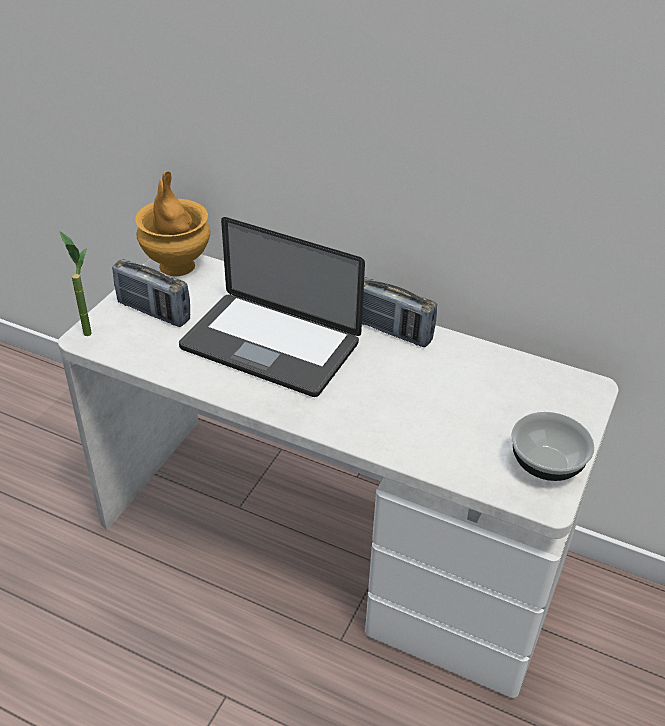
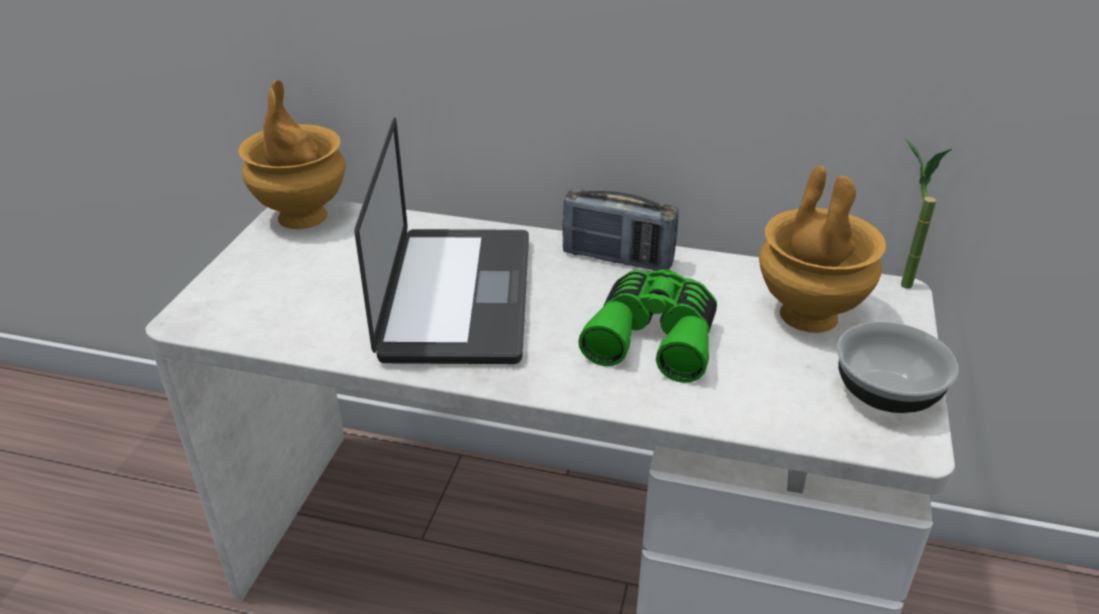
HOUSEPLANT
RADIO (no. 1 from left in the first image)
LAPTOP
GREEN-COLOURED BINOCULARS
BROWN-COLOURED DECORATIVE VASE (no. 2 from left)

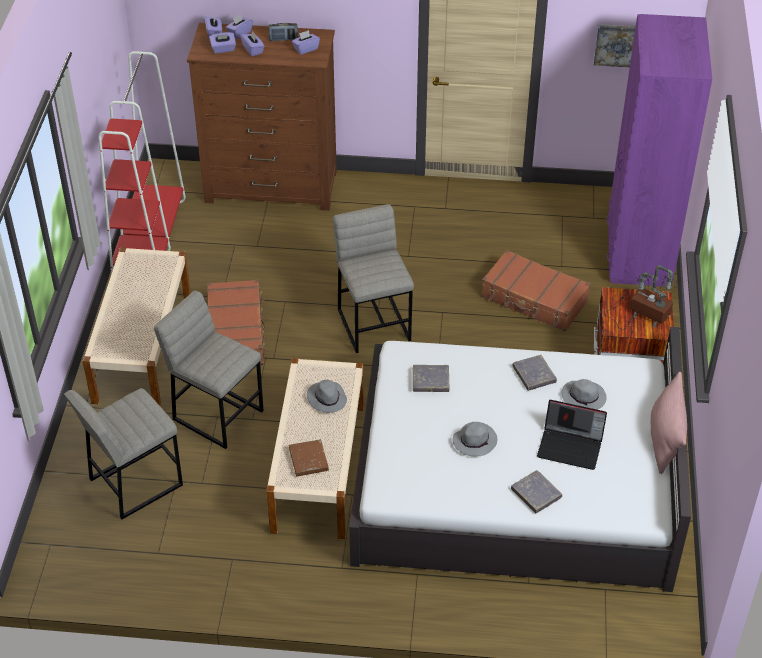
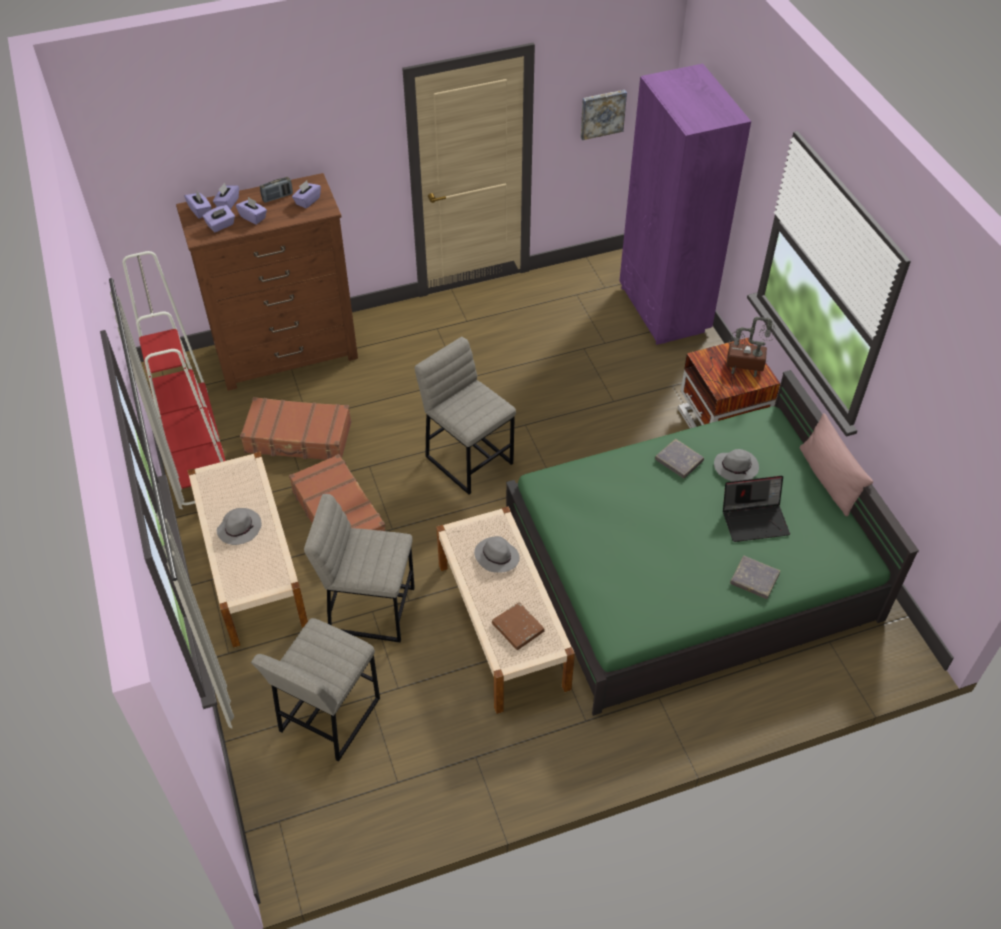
GREEN-COLOURED BEDROOM BED
GREY VOLUME (no. 1 from left in the first image)
GREY WEARABLE HAT (no. 1 from left)
BROWN-COLOURED TRAVEL CASE (no. 1 from left)

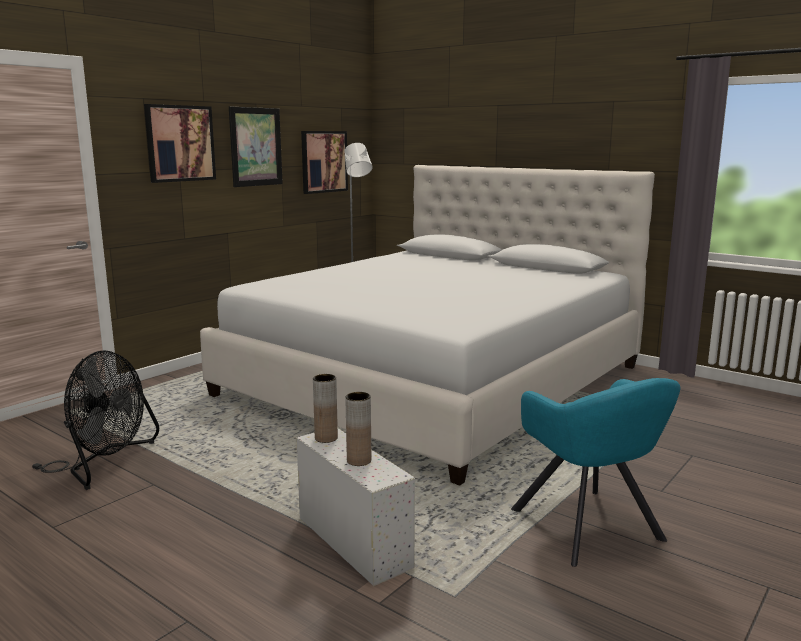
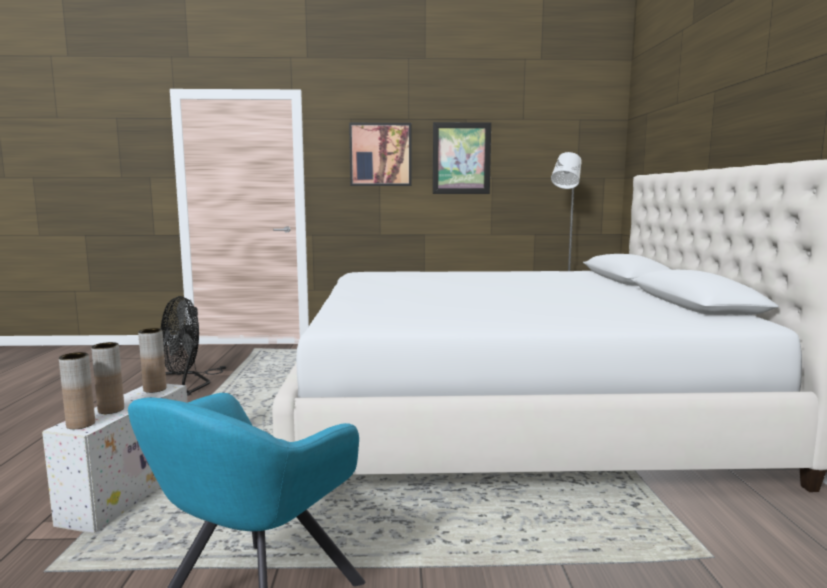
BLACK-COLOURED FAN
PICTURE (no. 3 from left in the first image)
BROWN-COLOURED DECORATIVE VASE (no. 1 from left)

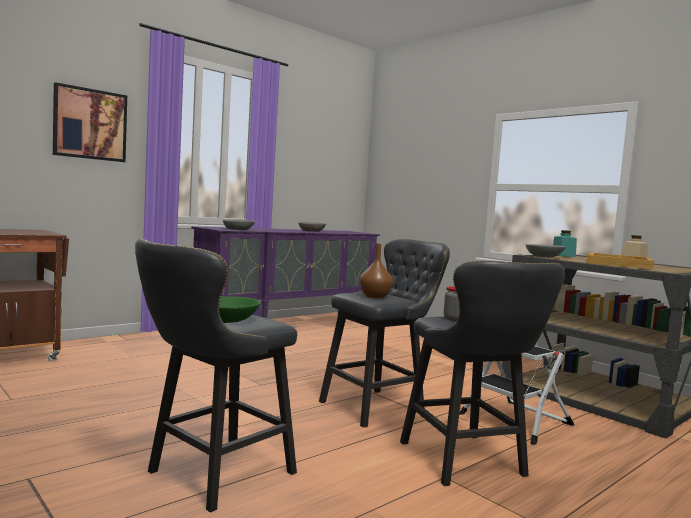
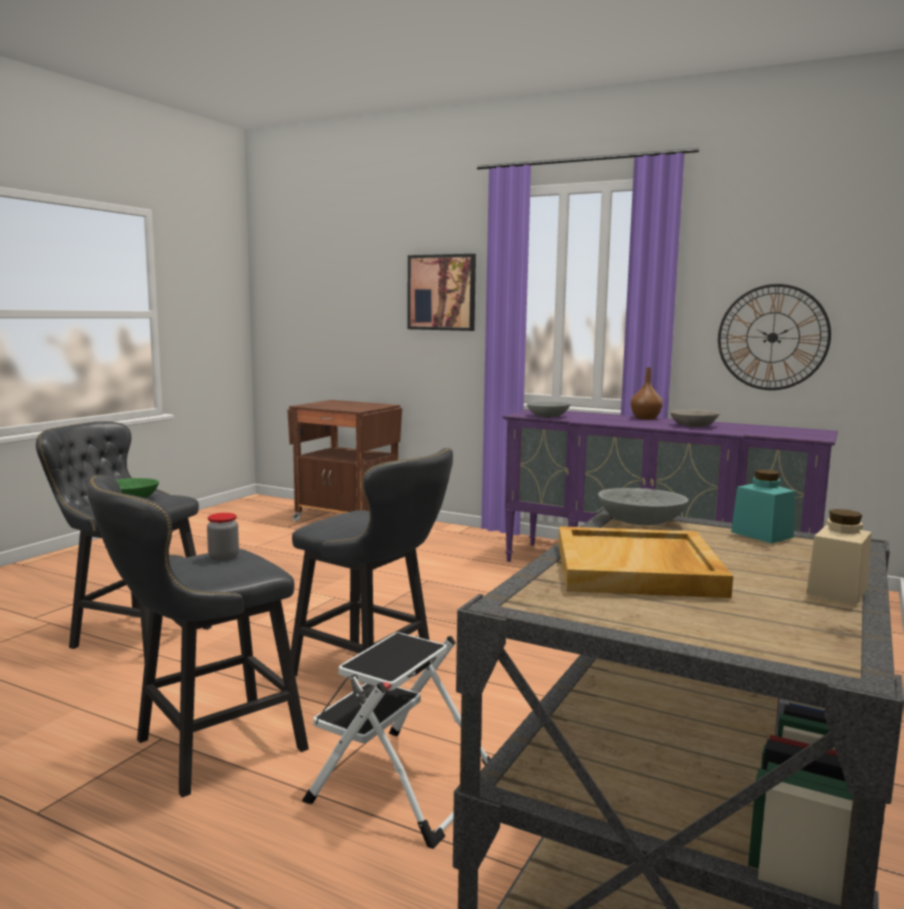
BROWN-COLOURED DECORATIVE VASE
WALL CLOCK

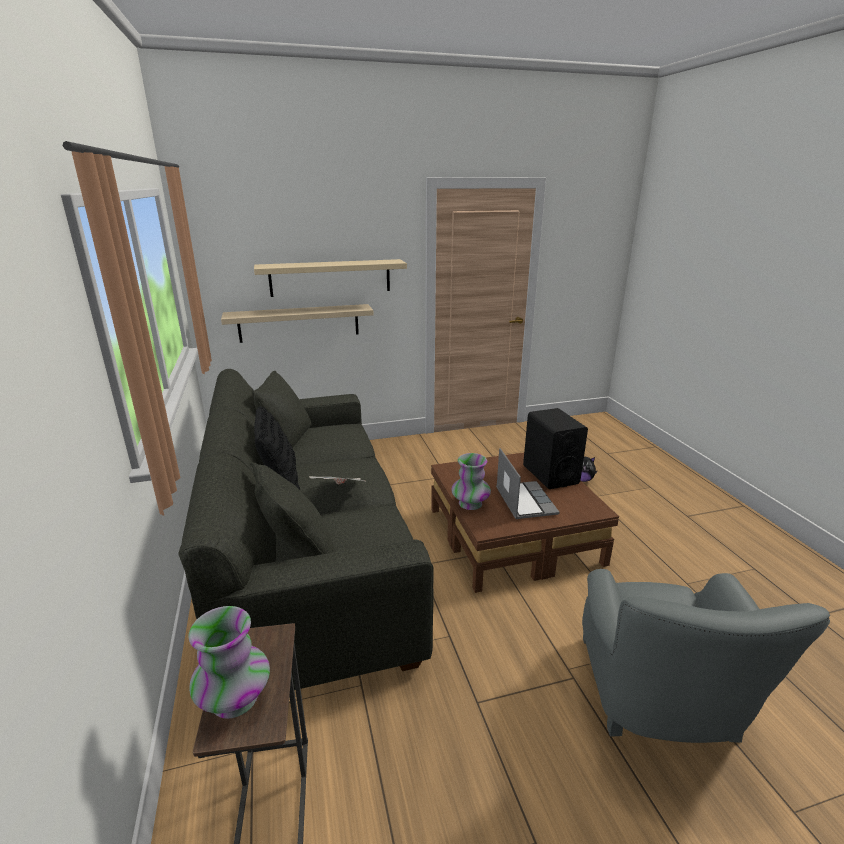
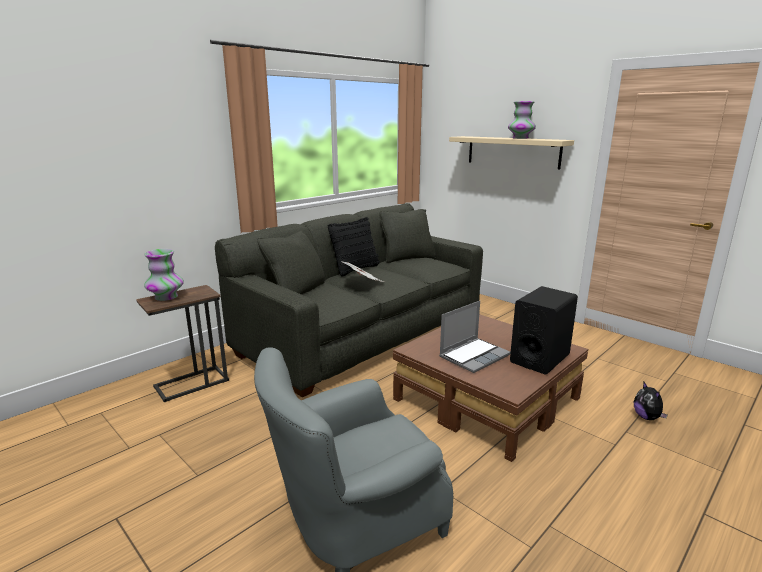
BEIGE SHELF (no. 1 from left in the first image)
DECORATIVE VASE (no. 2 from left)

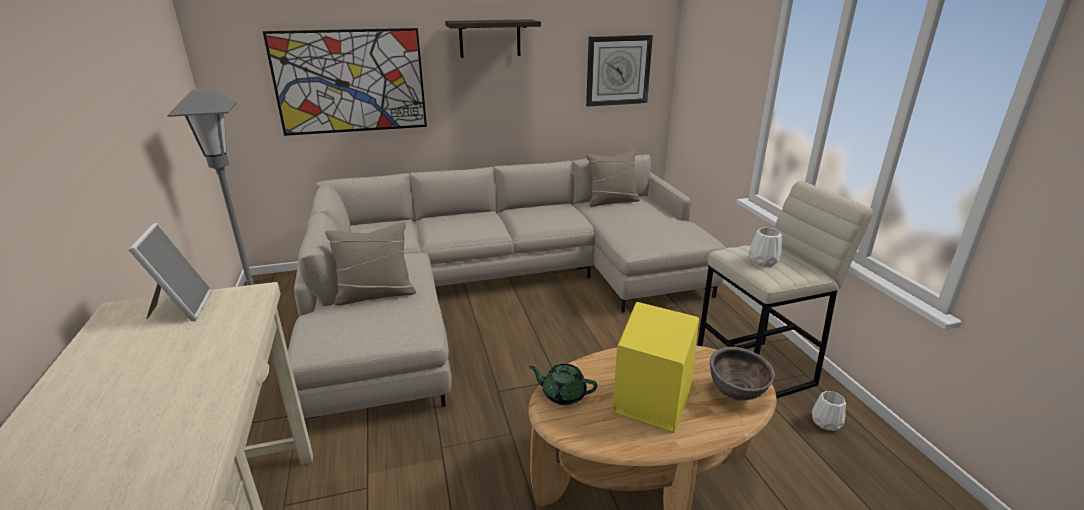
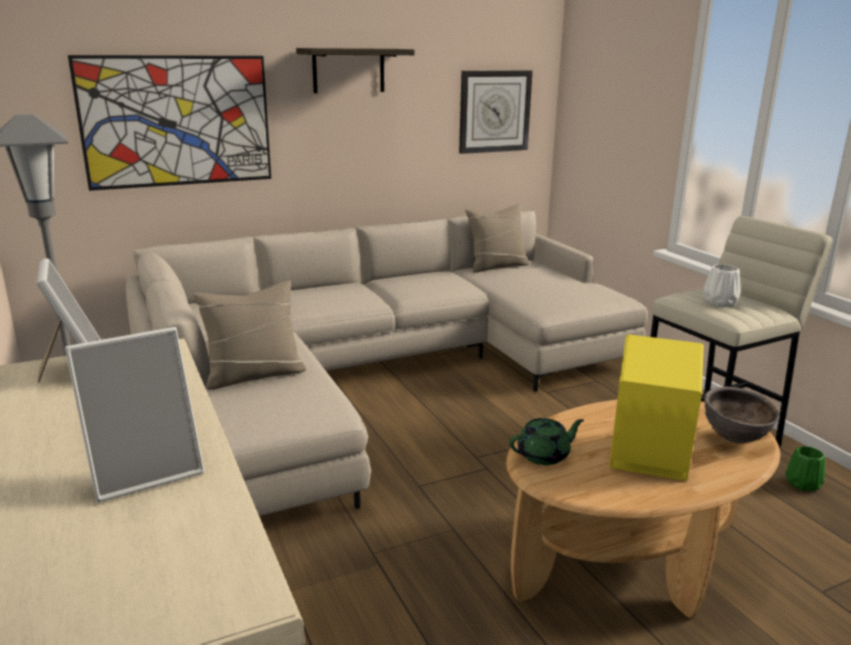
GREEN-COLOURED TEA POT
GREEN-COLOURED DECORATIVE VASE
PICTURE FRAME (no. 2 from left)

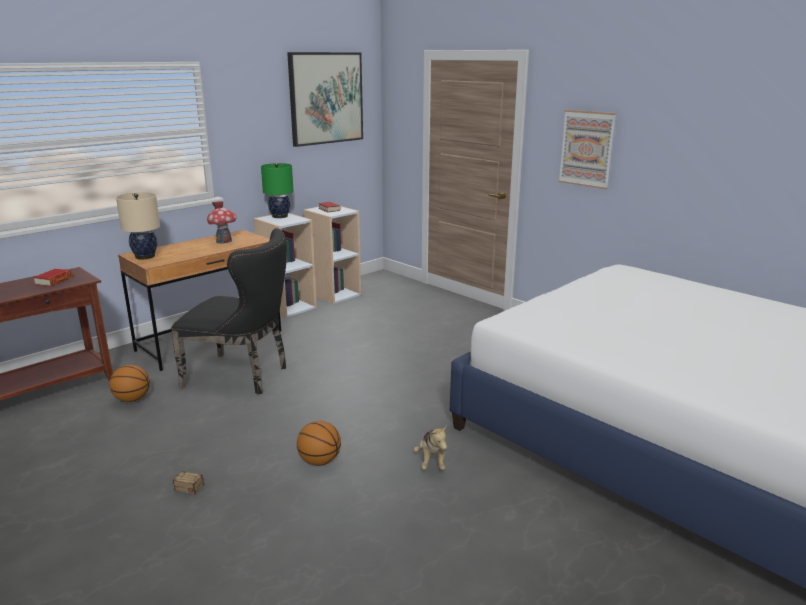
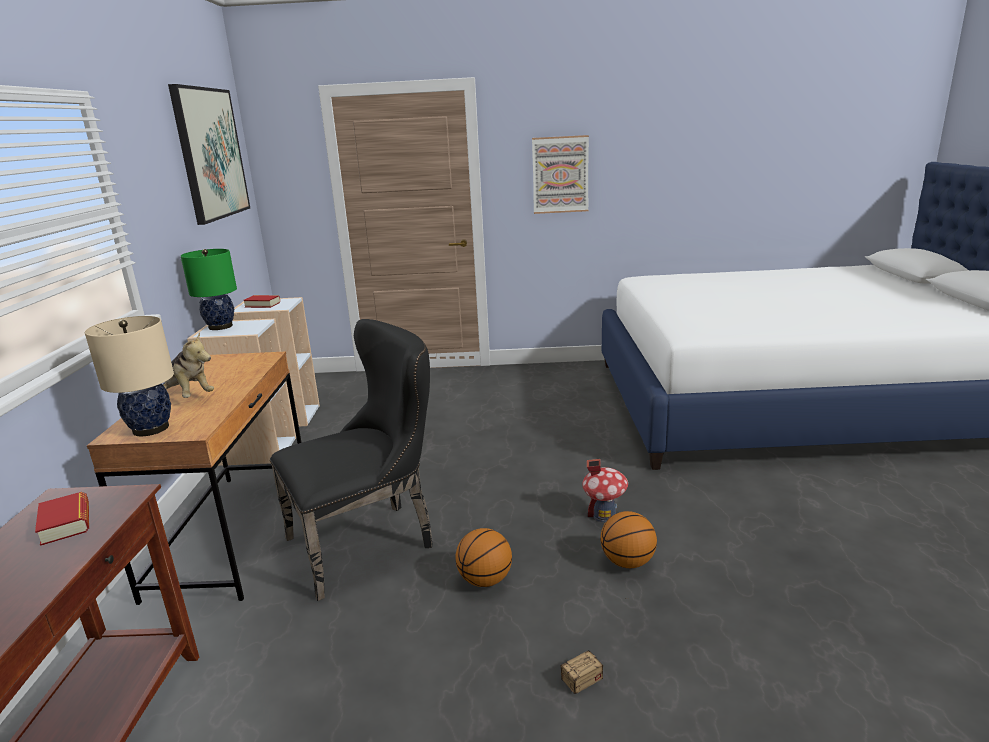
BASKETBALL (no. 1 from left)
TOY HOUSE
SOFT TOY

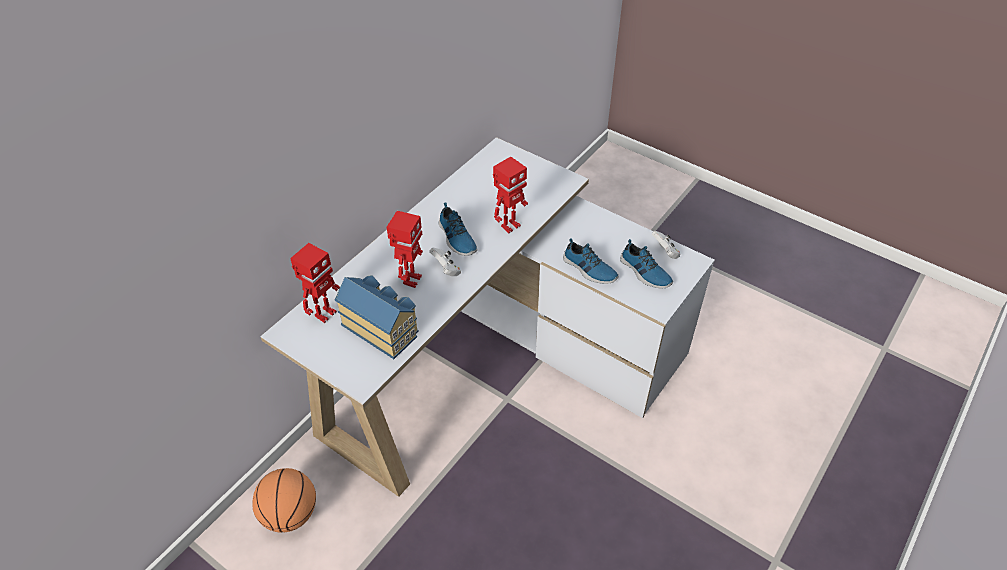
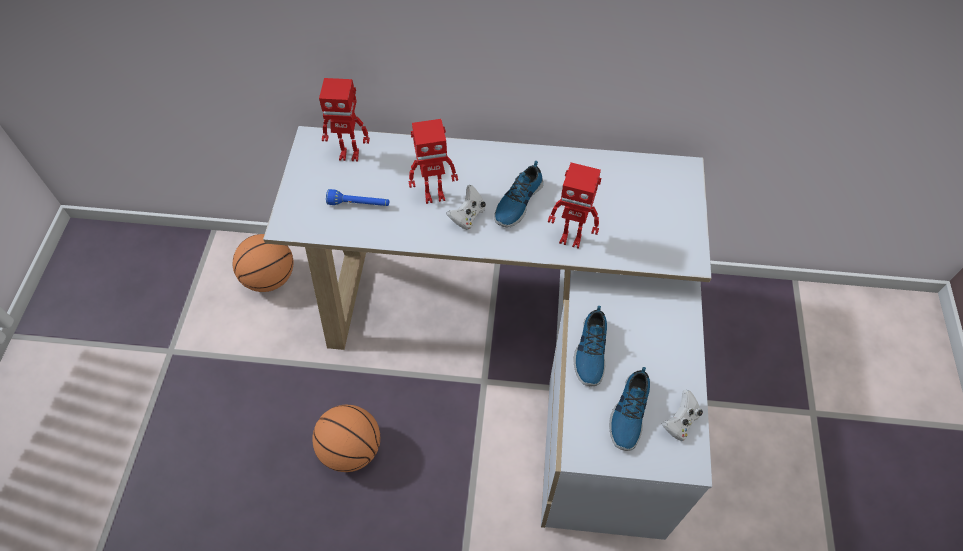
BLUE HAND TORCH
BASKETBALL (no. 2 from left)

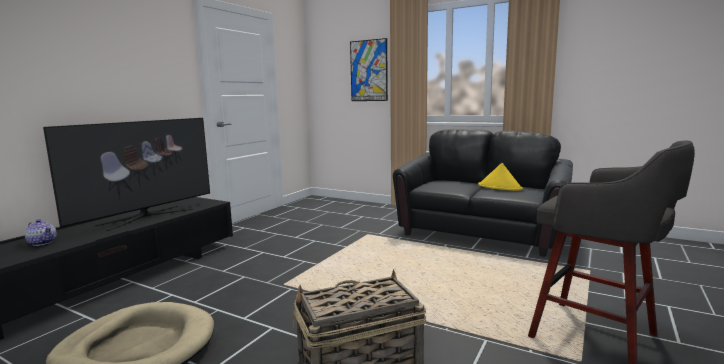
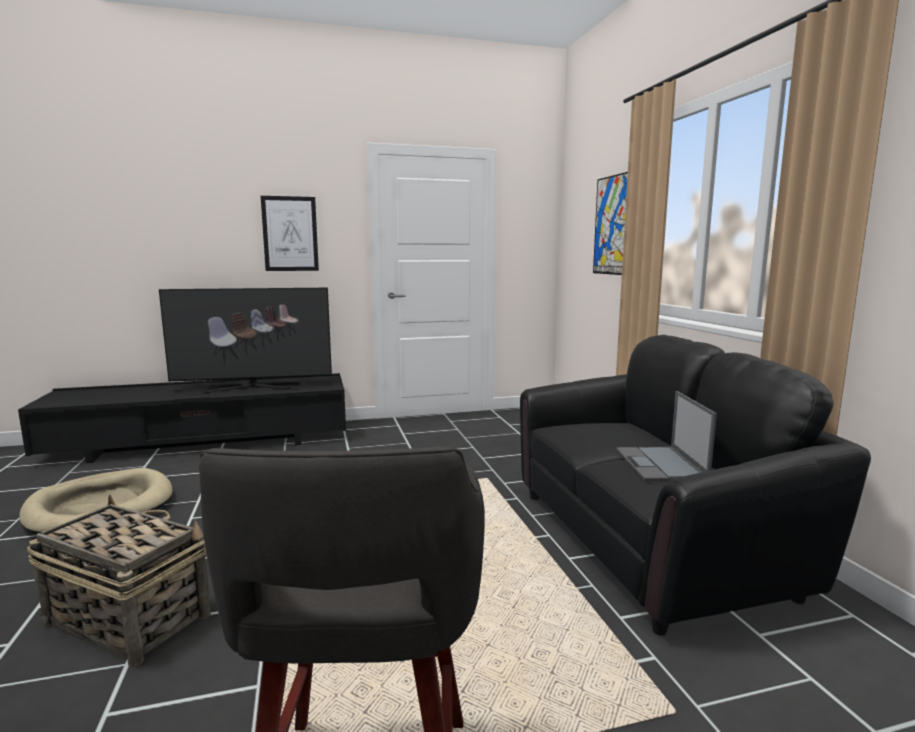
TEA POT
LAPTOP
PICTURE (no. 1 from left)

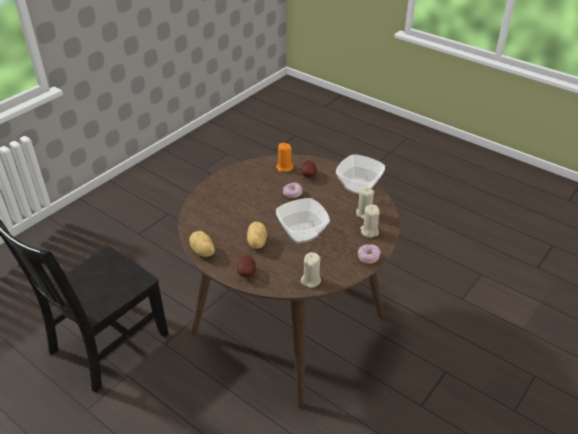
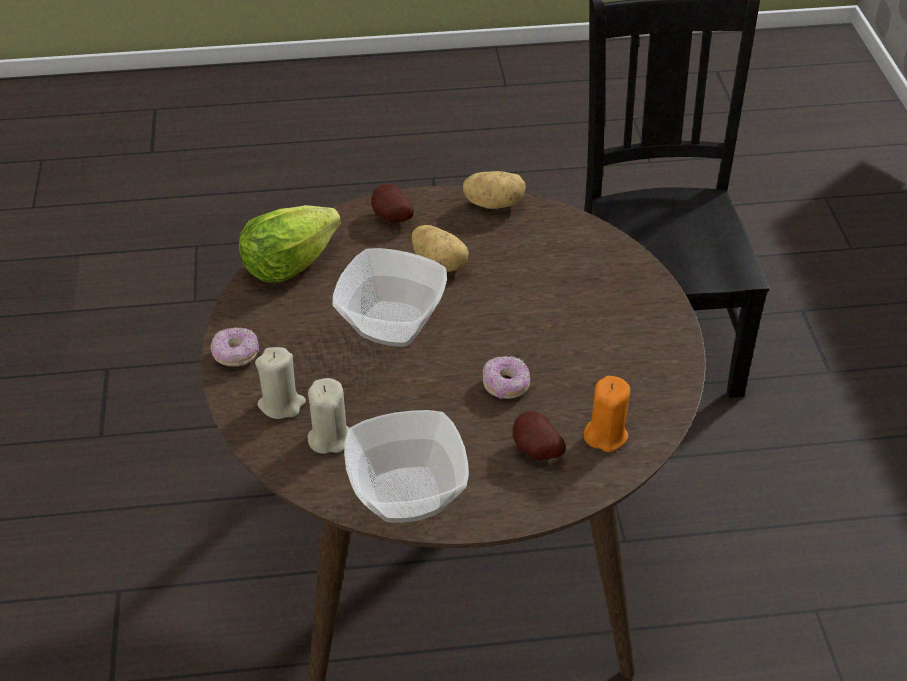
LETTUCE HEAD

